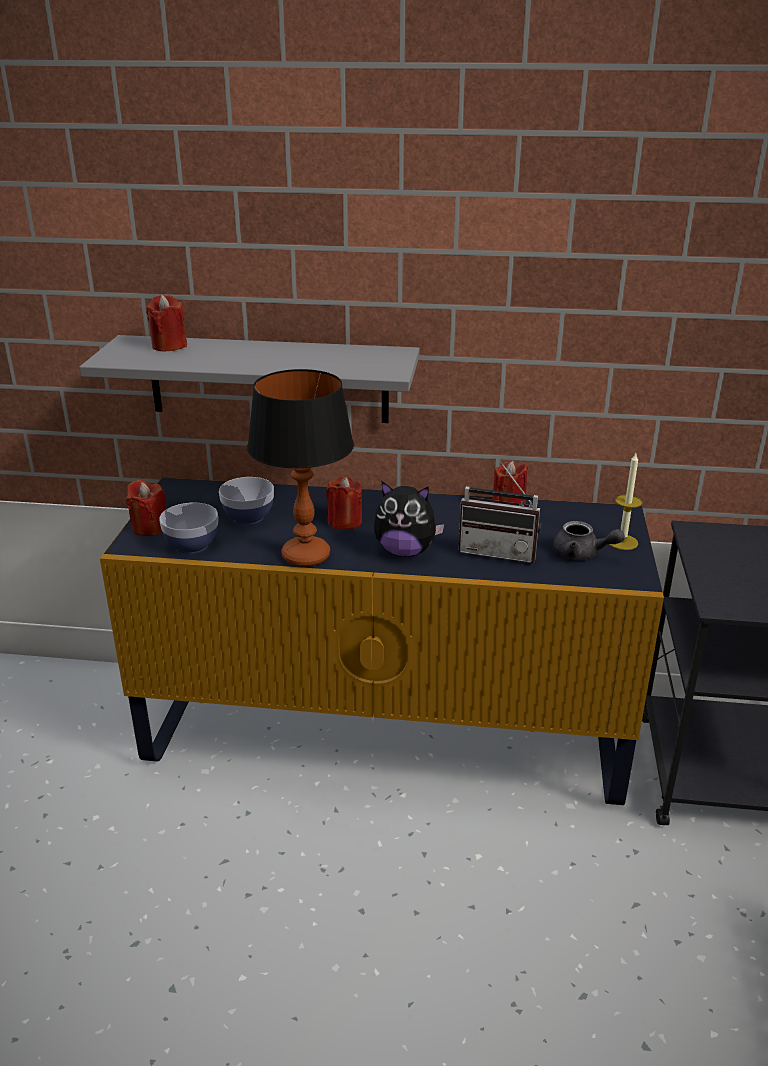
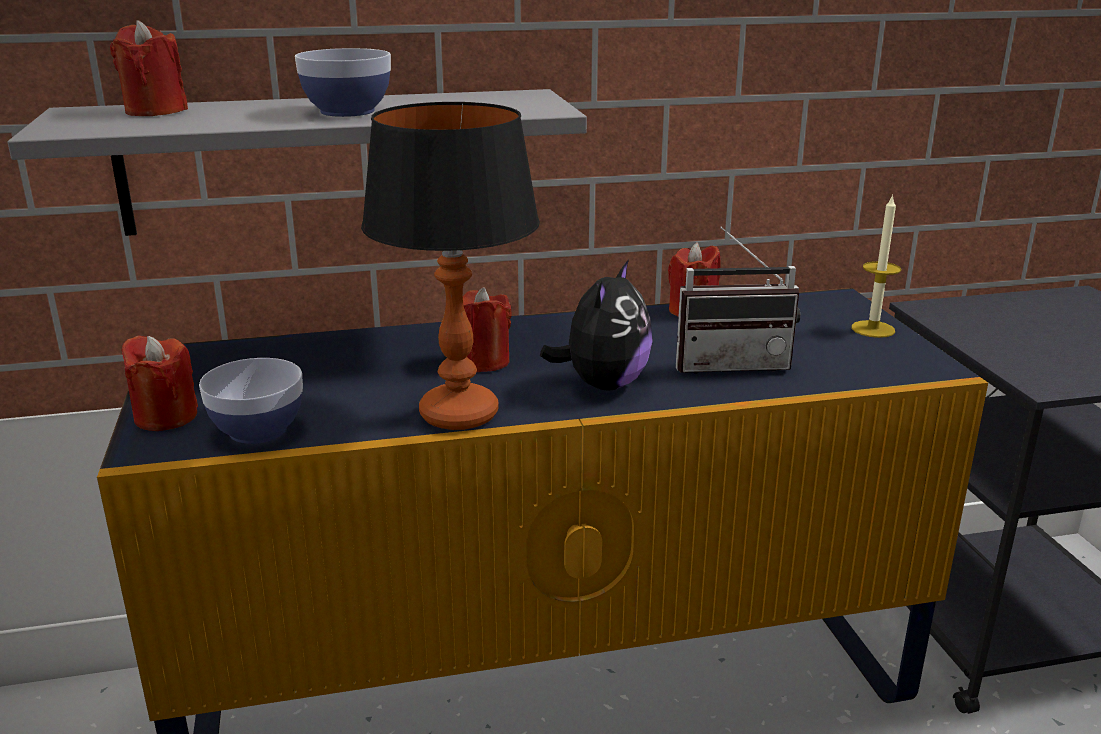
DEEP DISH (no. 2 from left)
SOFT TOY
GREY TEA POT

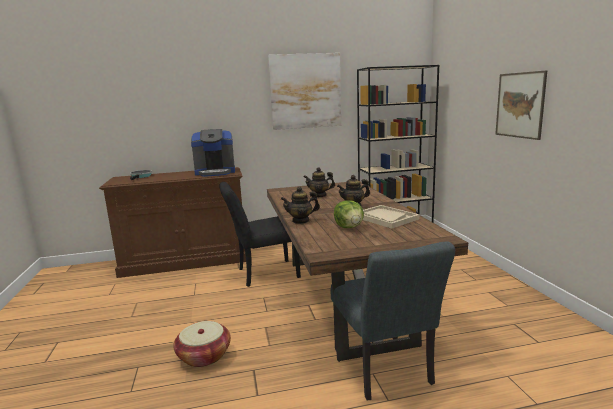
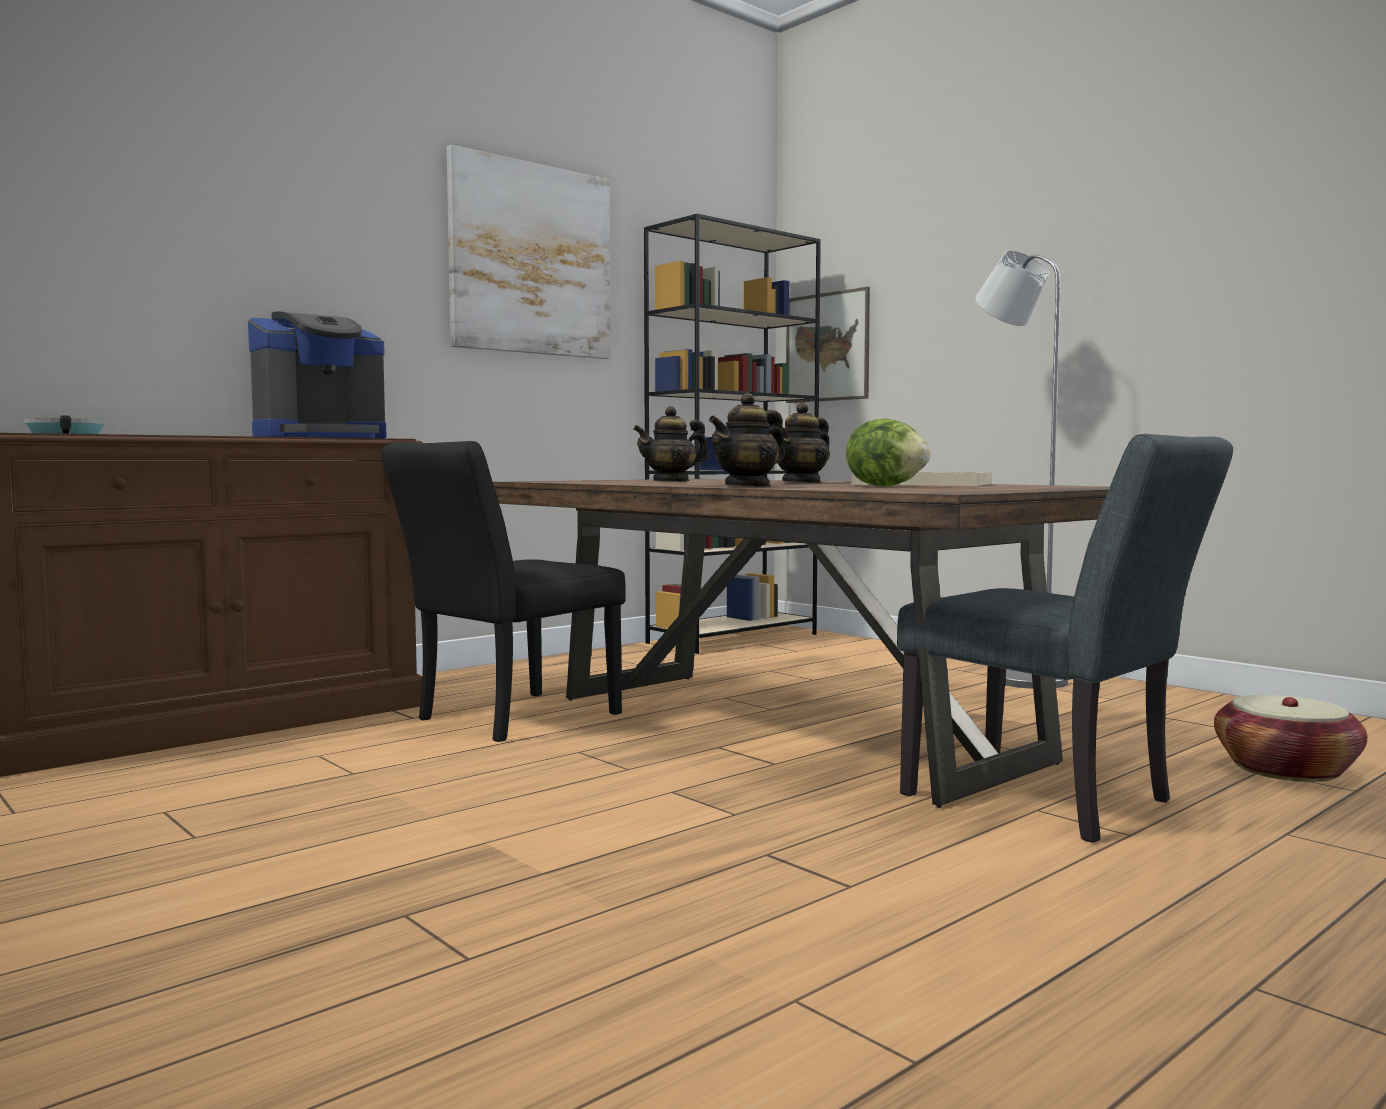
HOUSEHOLD BASKET
PICTURE (no. 2 from left)
GREY FLOOR LAMP

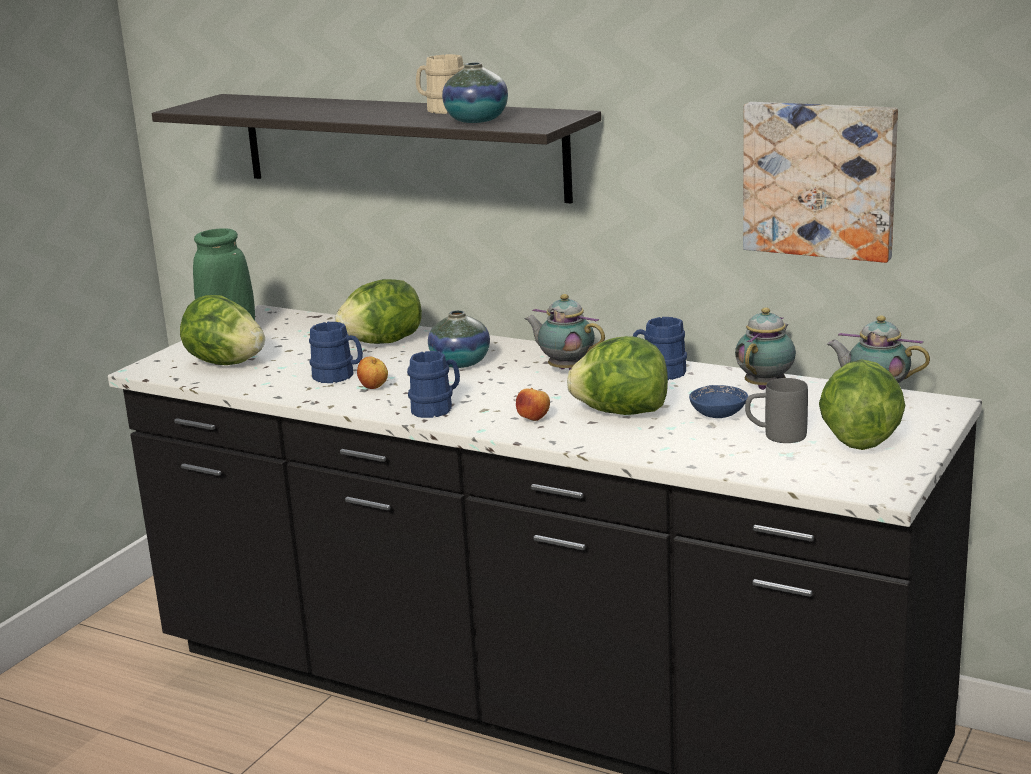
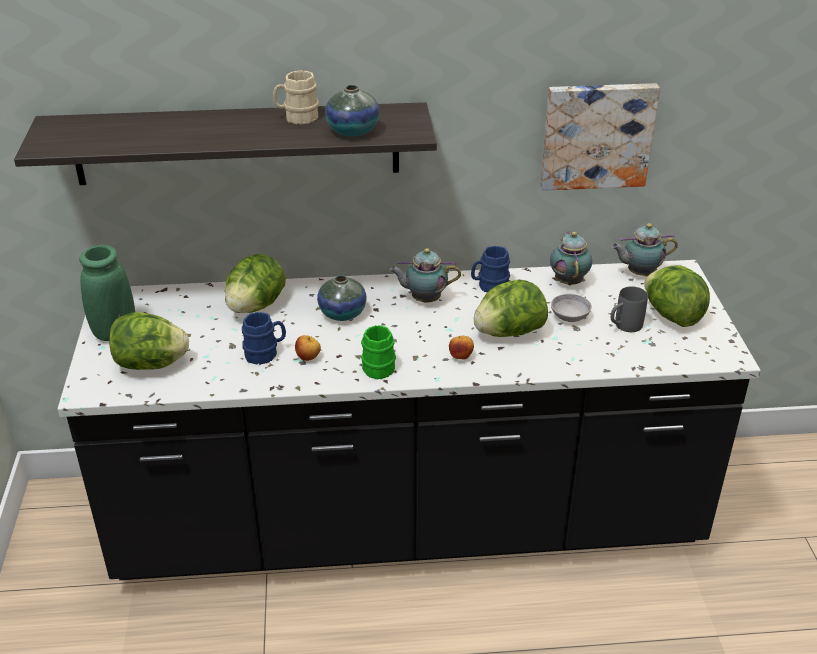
GREEN-COLOURED COFFEE MUG
GREY DEEP DISH

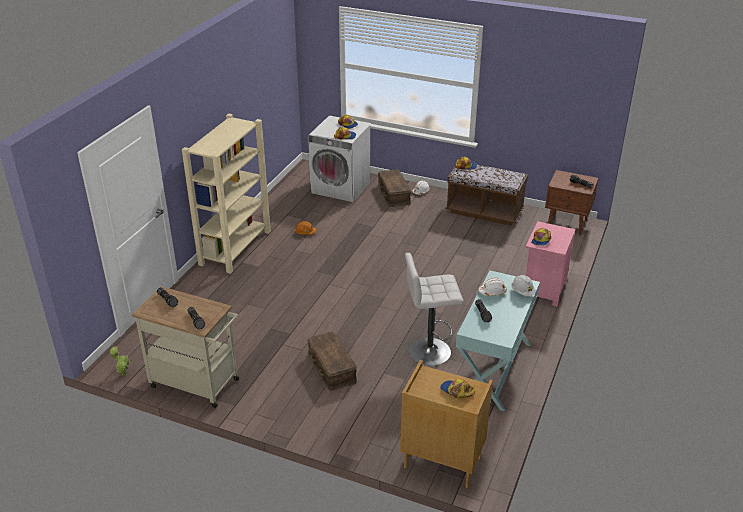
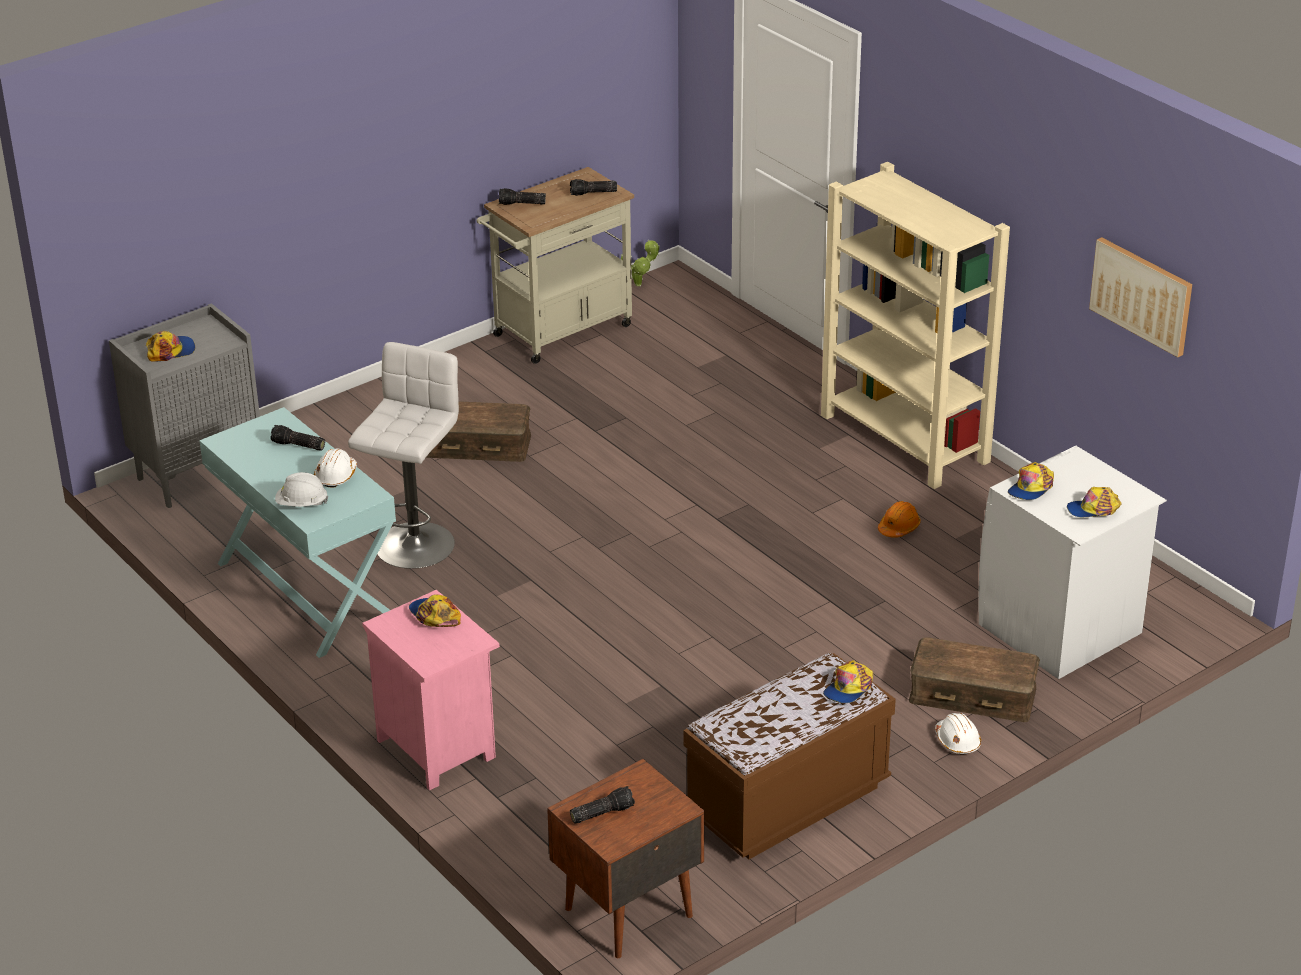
GREY STORAGE CABINET
PICTURE

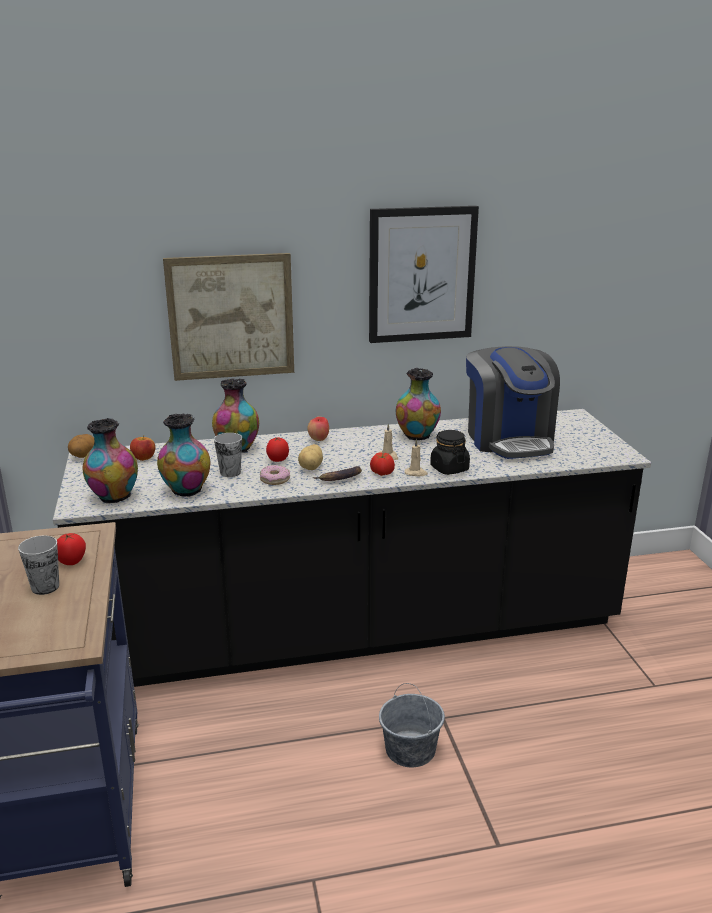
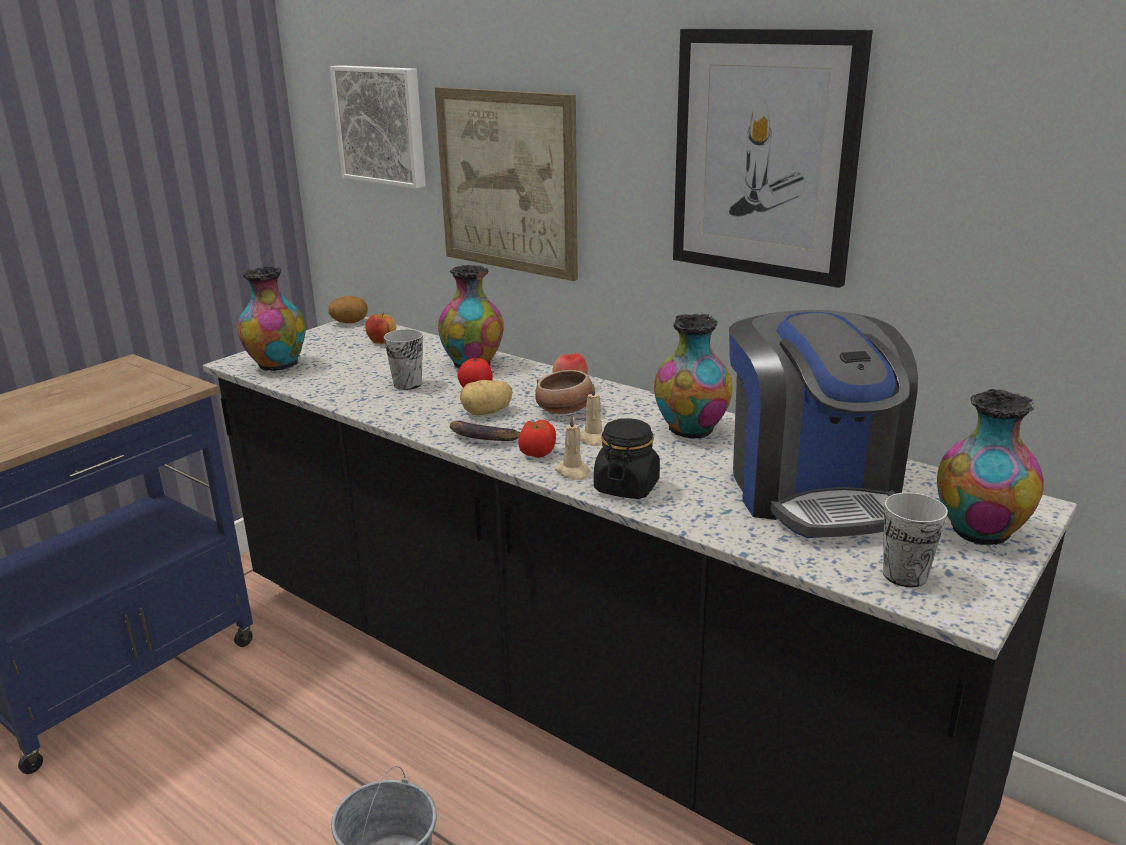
CUP (no. 2 from left)
WHOLE TOMATO (no. 1 from left in the first image)
DECORATIVE VASE (no. 4 from left)
RING DOUGHNUT
COFFEE BREWER
PICTURE (no. 1 from left)
DEEP DISH

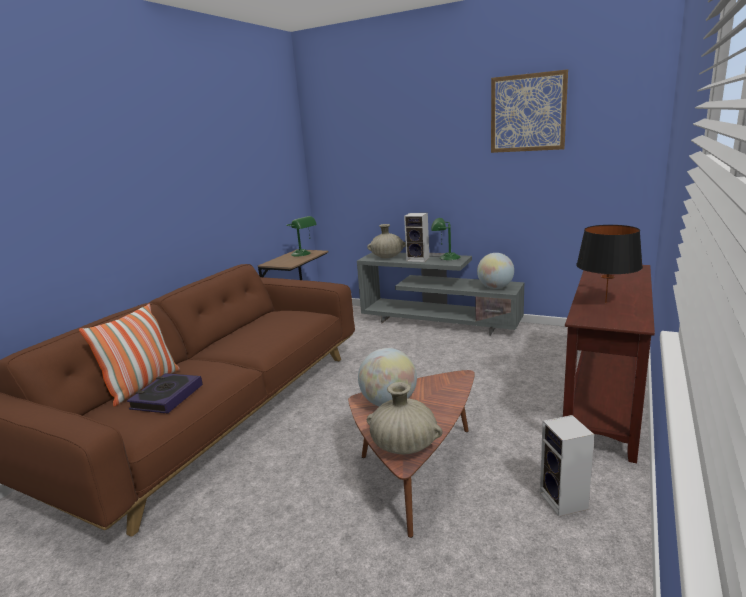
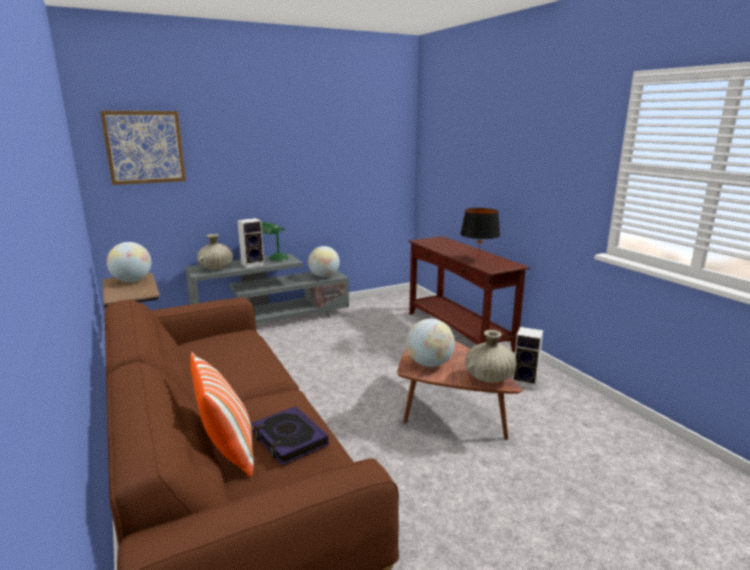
DESK GLOBE (no. 1 from left)
PICTURE

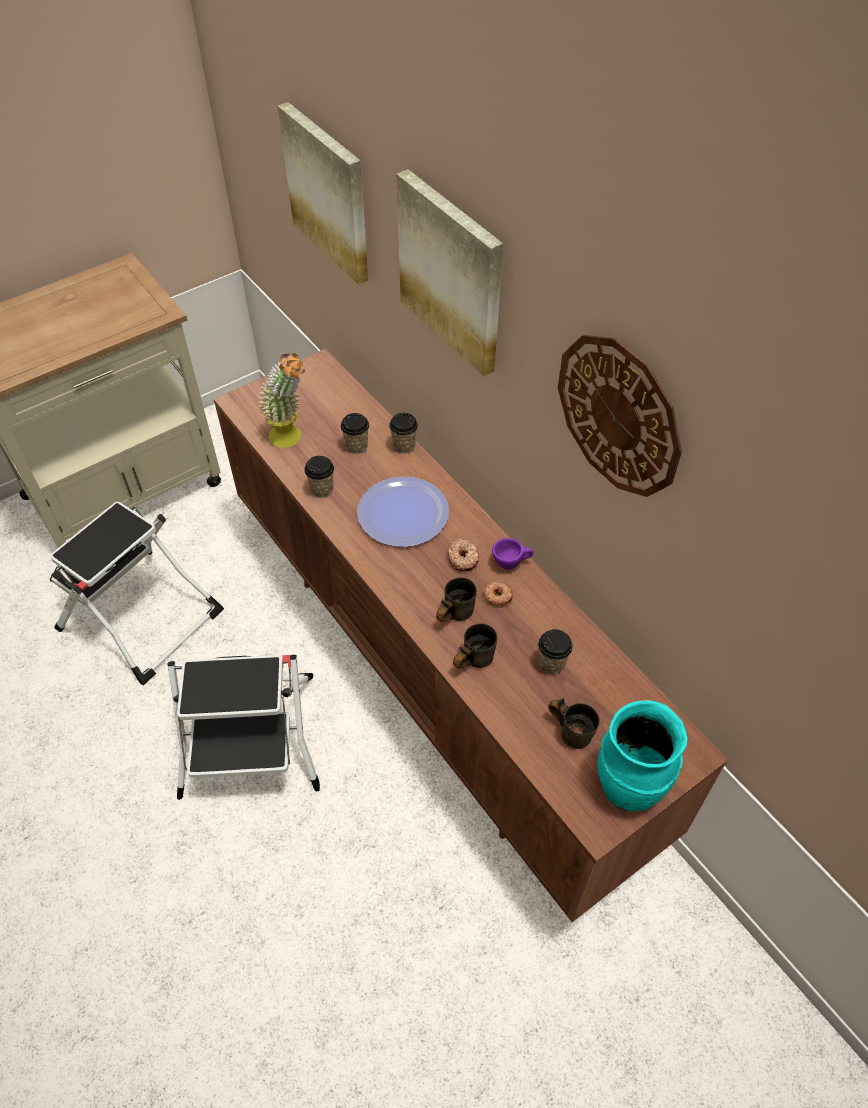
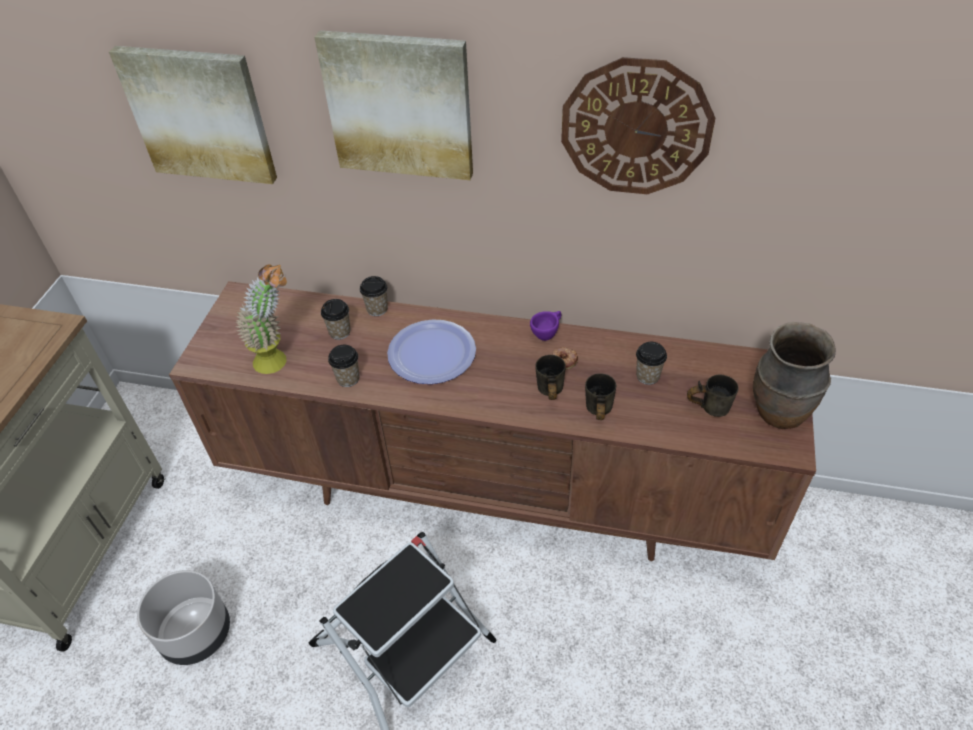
GREY PLANTER
RING DOUGHNUT (no. 1 from left in the first image)
BROWN-COLOURED DECORATIVE VASE

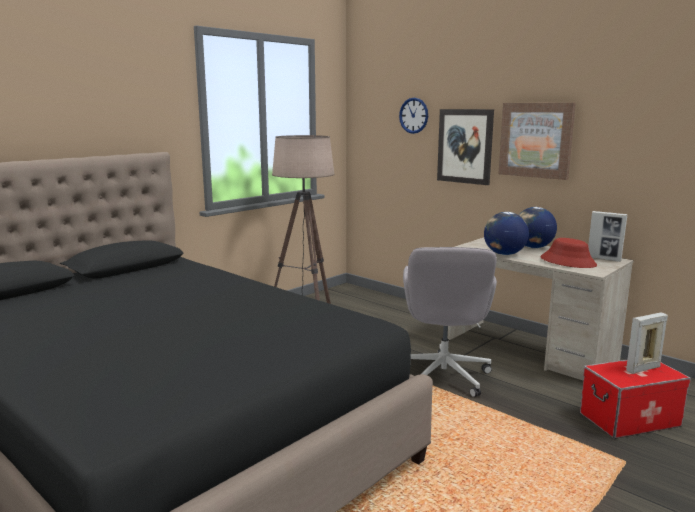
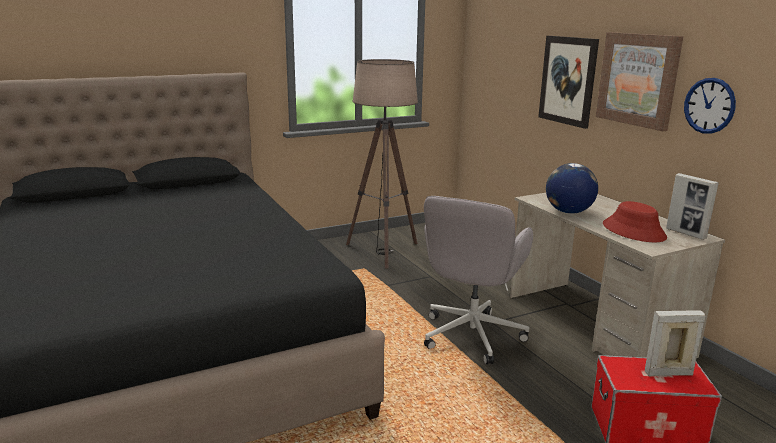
WALL CLOCK
DESK GLOBE (no. 2 from left in the first image)

